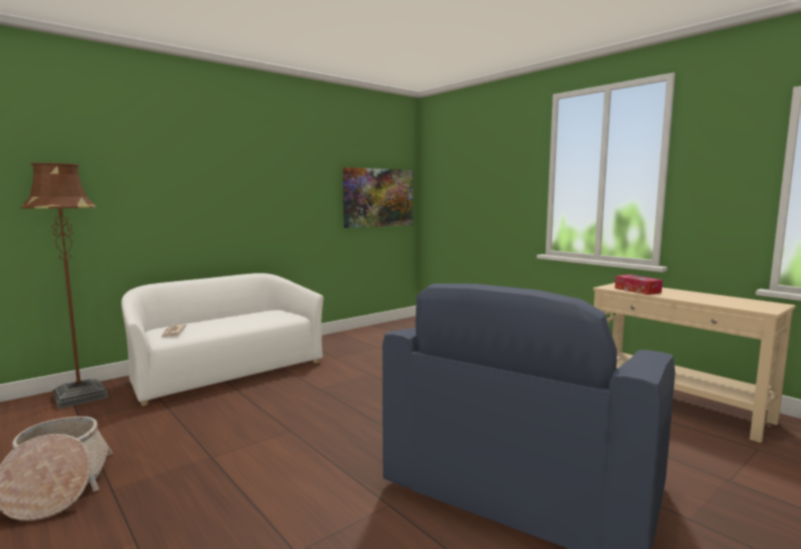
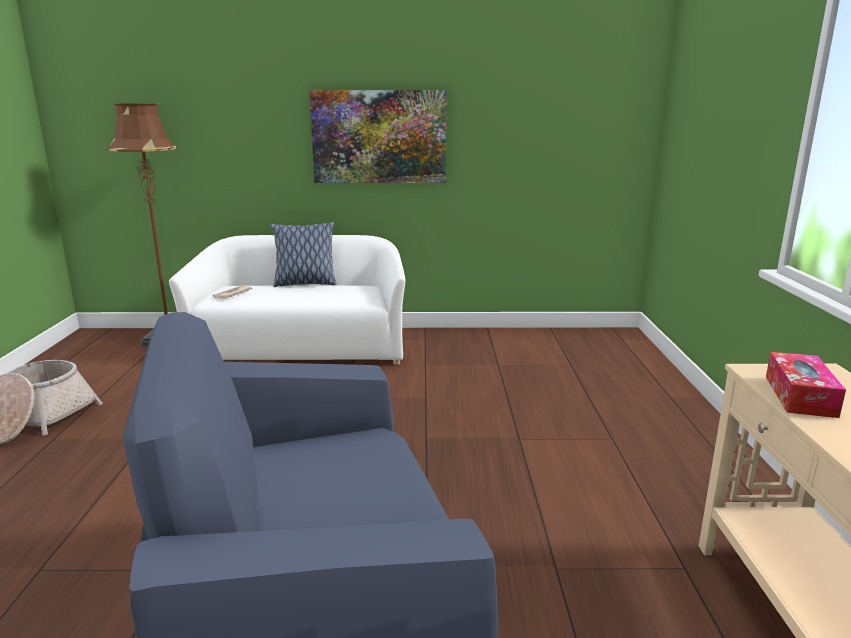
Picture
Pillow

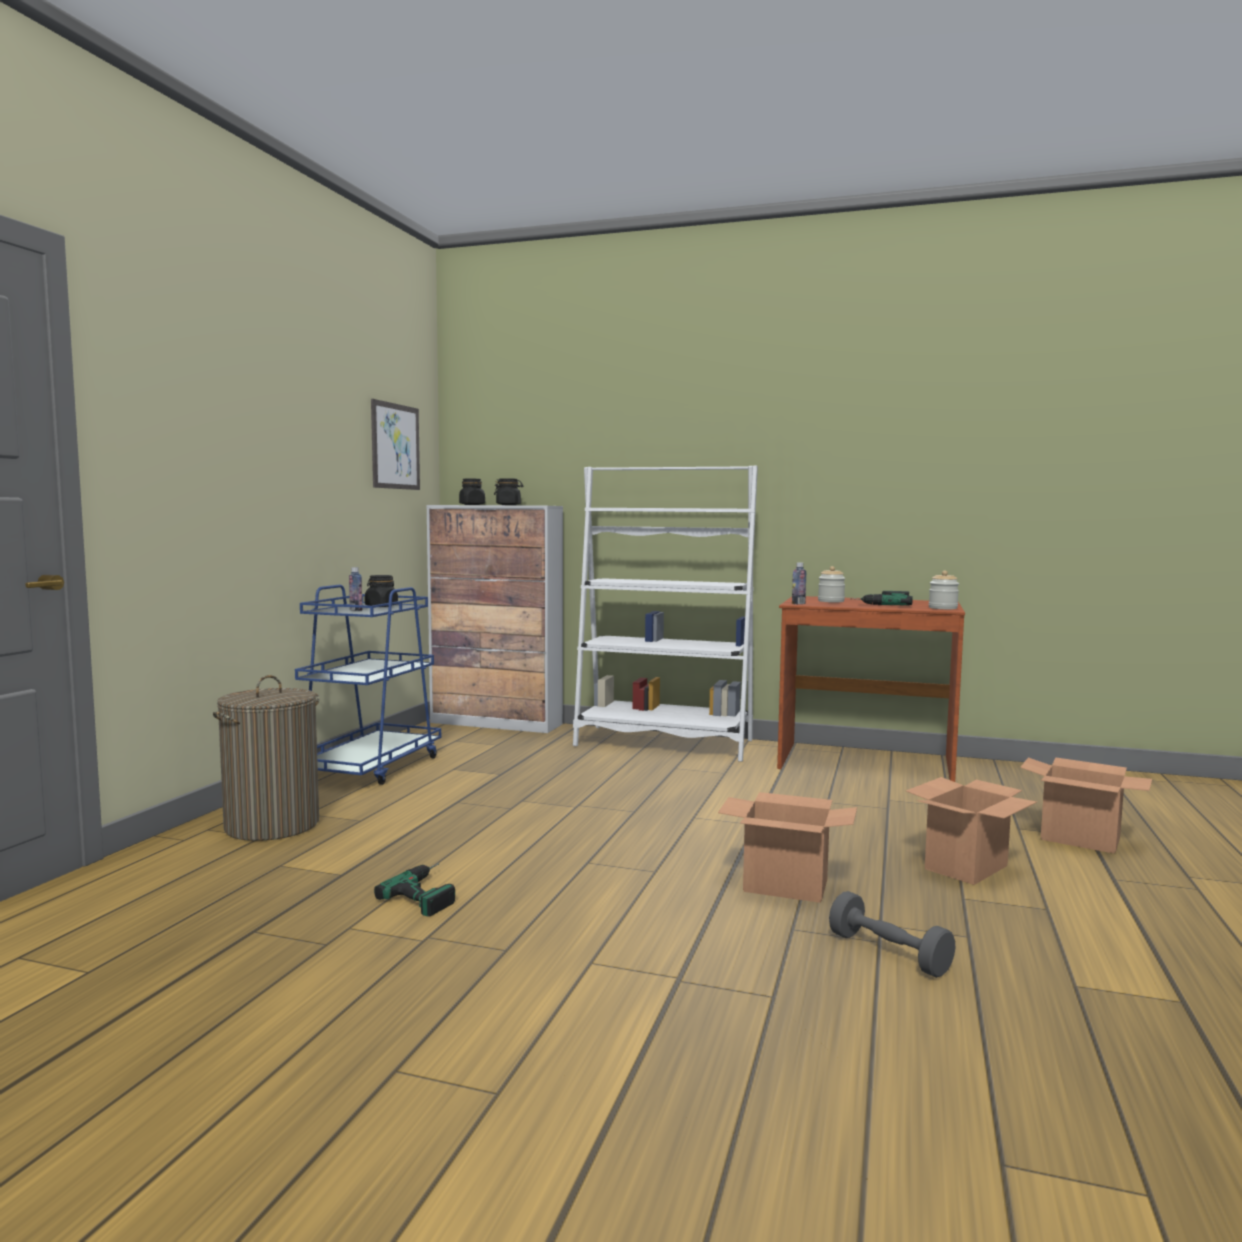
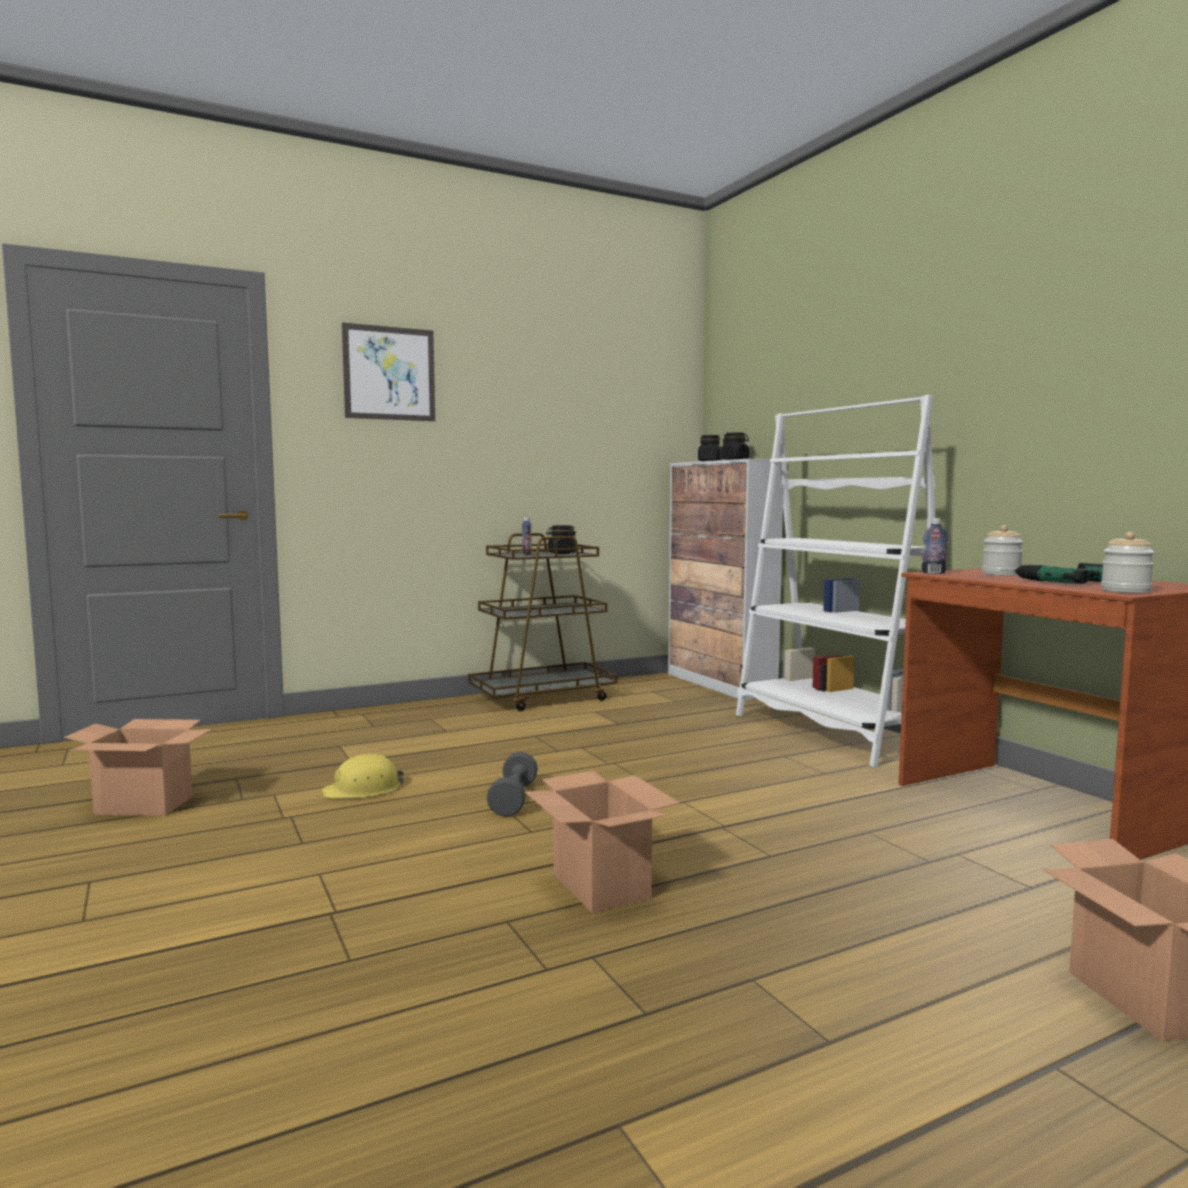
Picture
BrownCart
LaundryBasket
CardboardBox (no. 1 from left)
YellowHardHat
GreyDumbbell

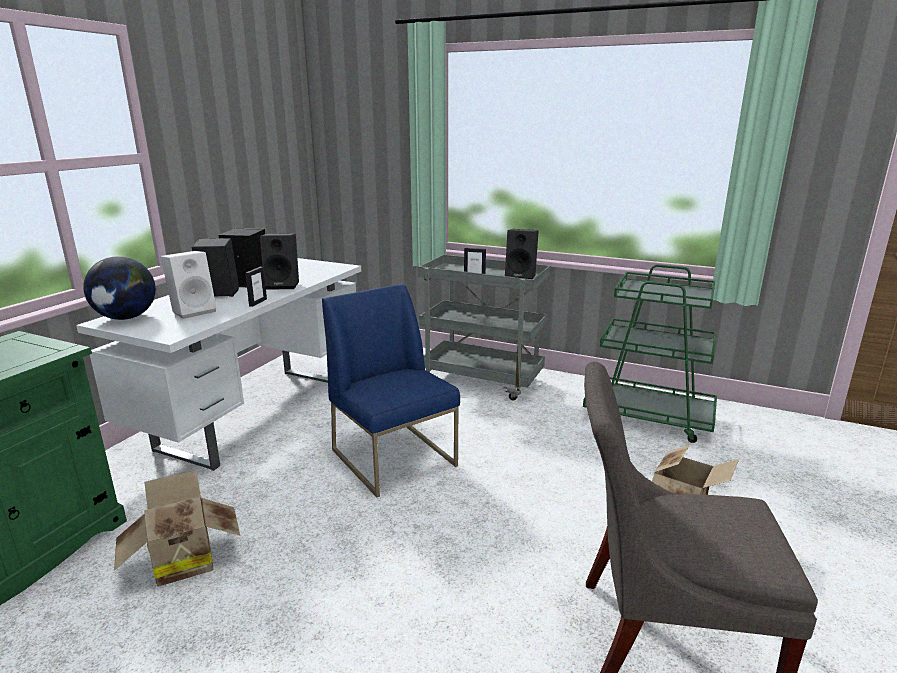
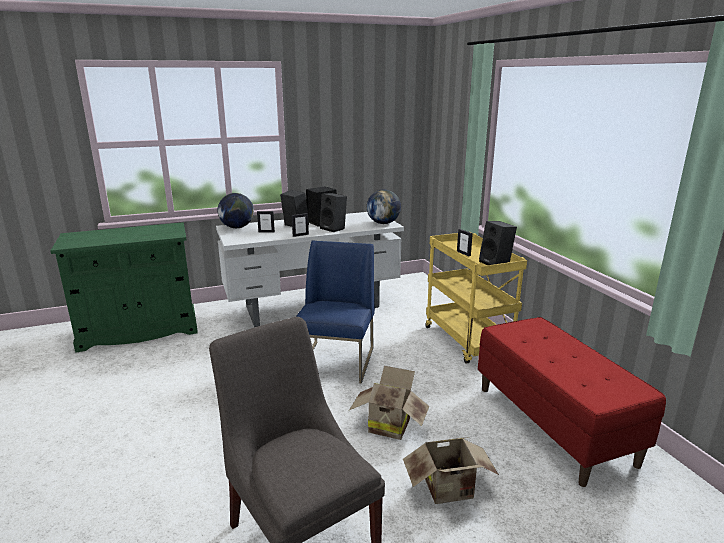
PictureFrame (no. 1 from left)
YellowCart
RedBench
CardboardBox (no. 1 from left)
Globe (no. 2 from left)

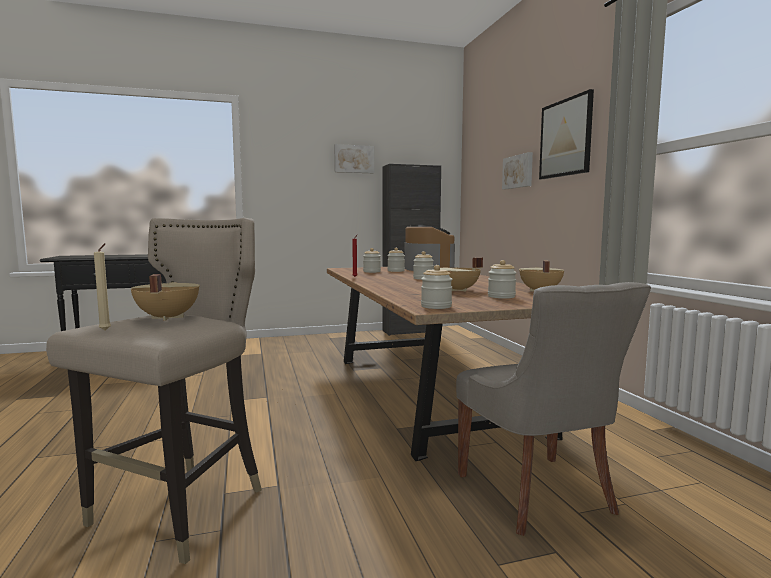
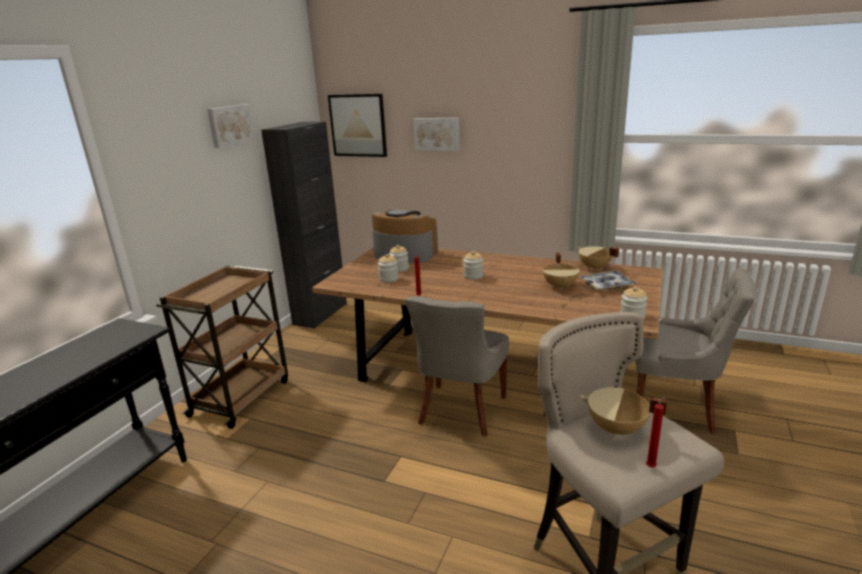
Picture (no. 2 from left)
RedCandle (no. 2 from left)
Tray
BrownCart
GreyChair (no. 1 from left)

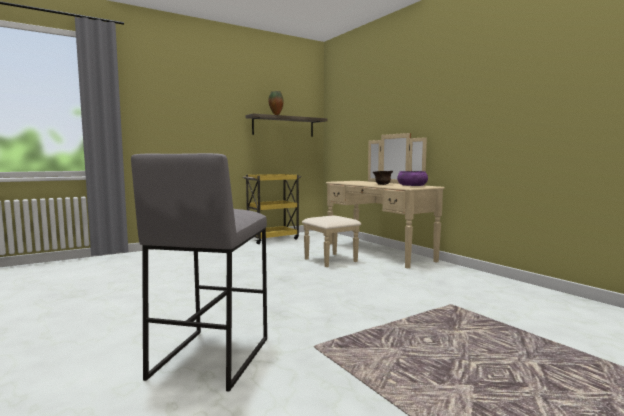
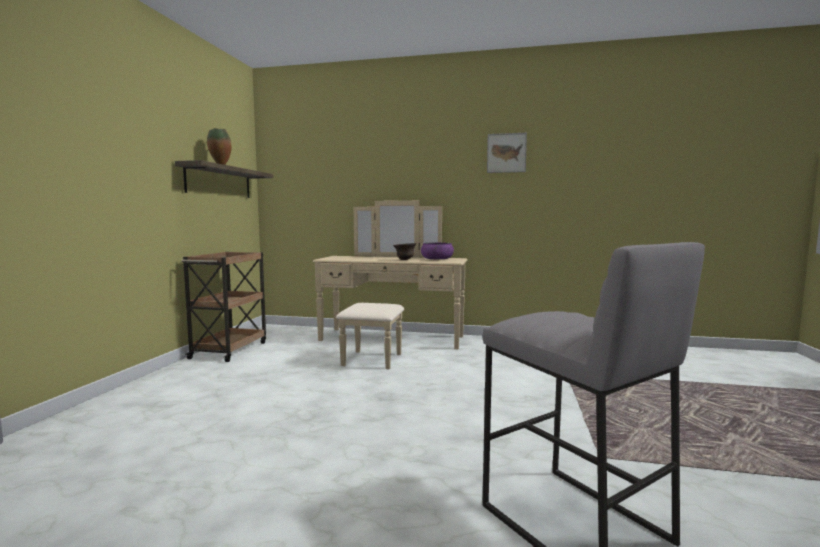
BrownCart
Picture

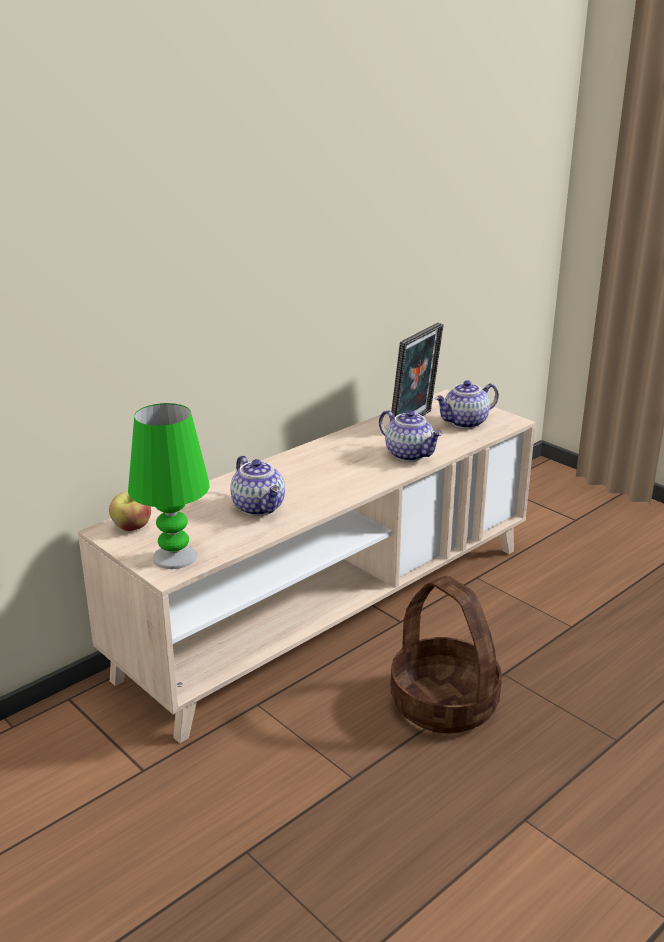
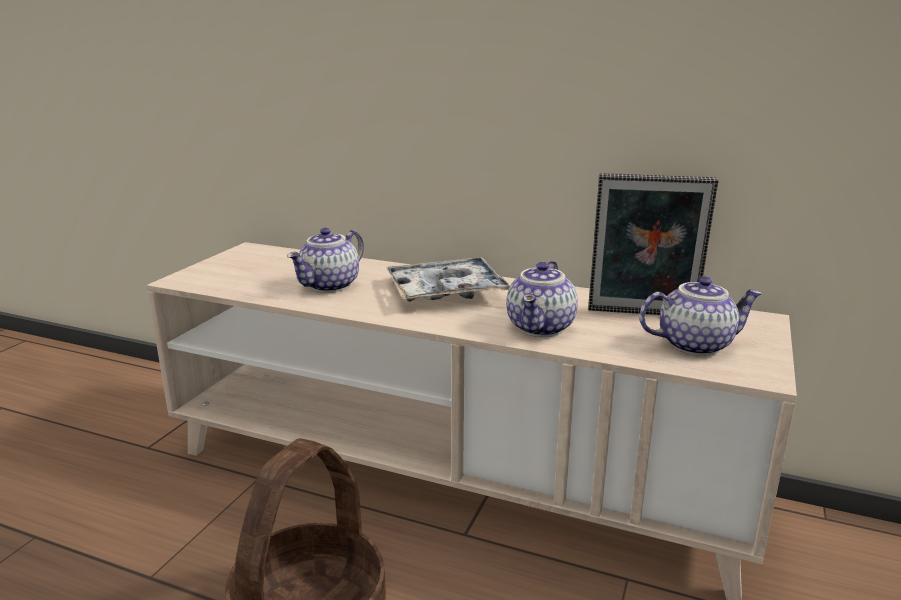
Teapot (no. 3 from left)
GreenTableLamp
Apple
Tray

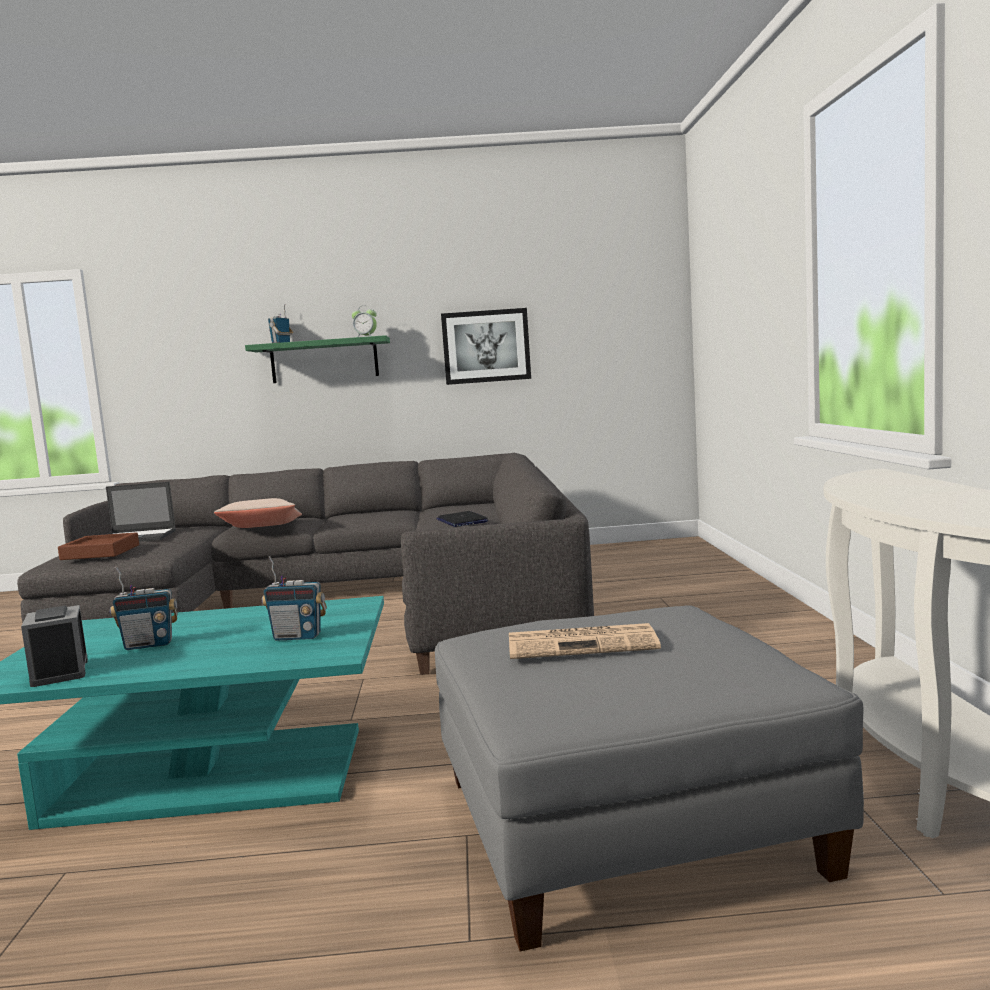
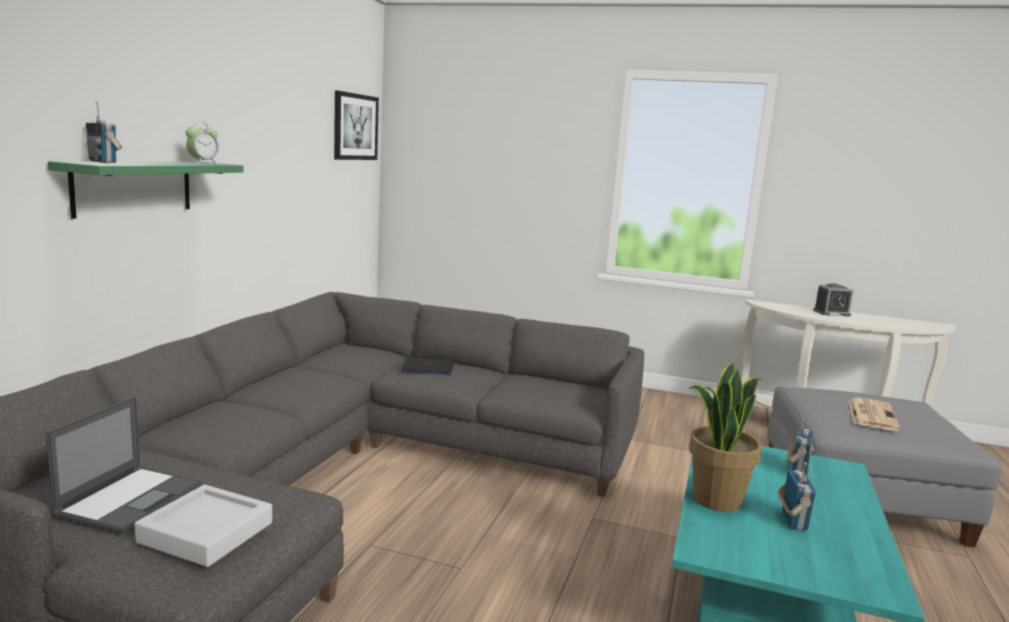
Picture
BeigePillow
GreyTray
AlarmClock (no. 2 from left)
PottedPlant

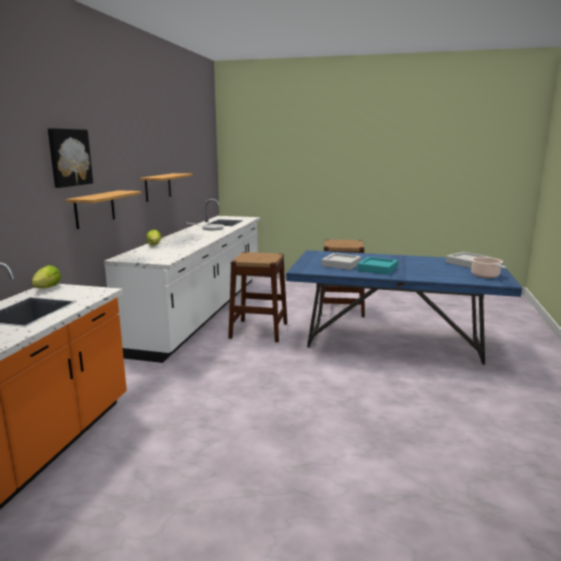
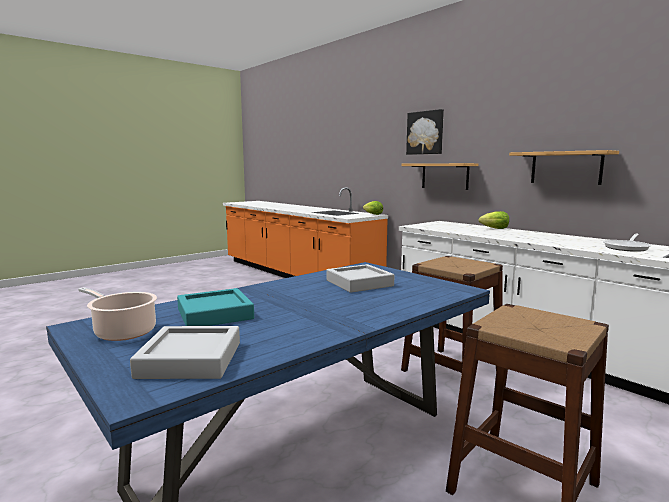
TurquoiseTray

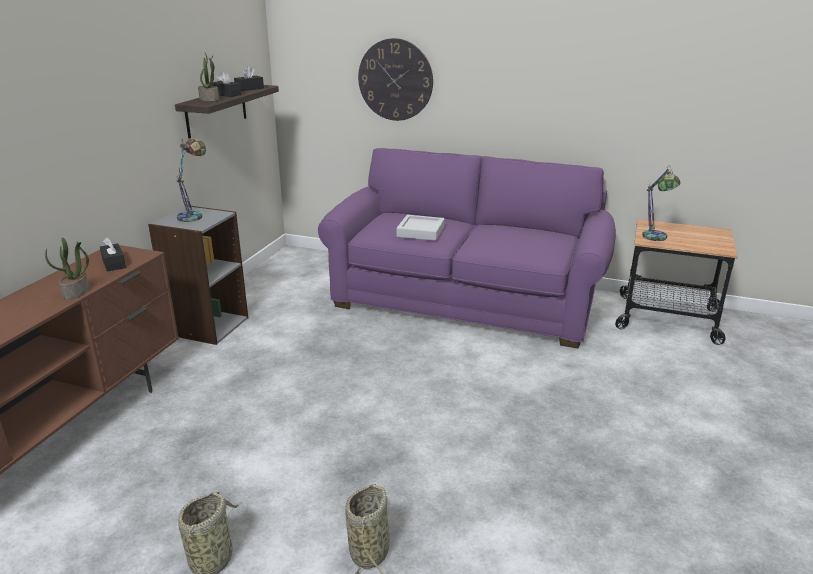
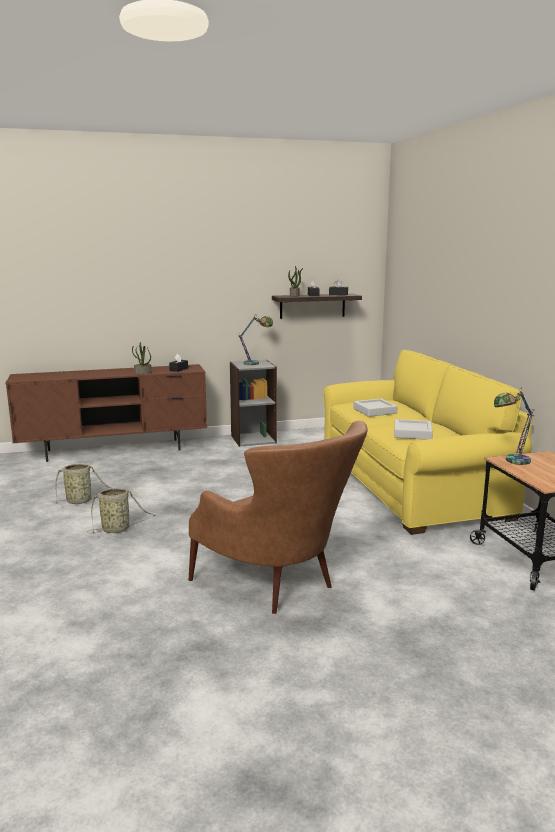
WallClock
YellowSofa
GreyTray (no. 2 from left)
BrownArmchair

